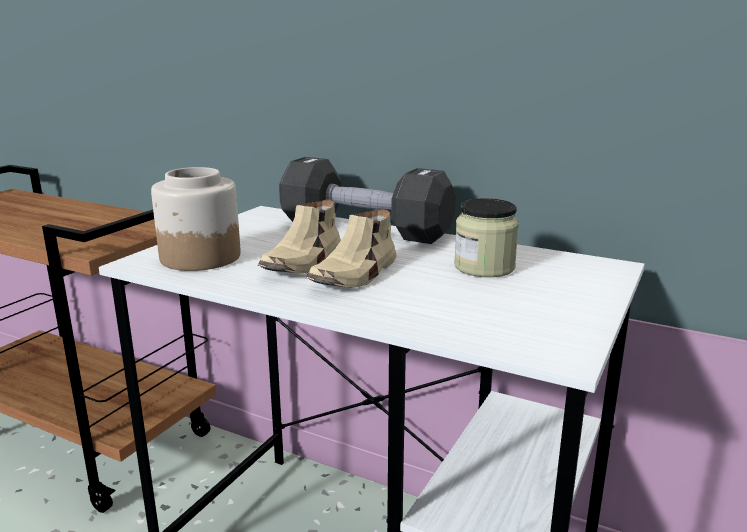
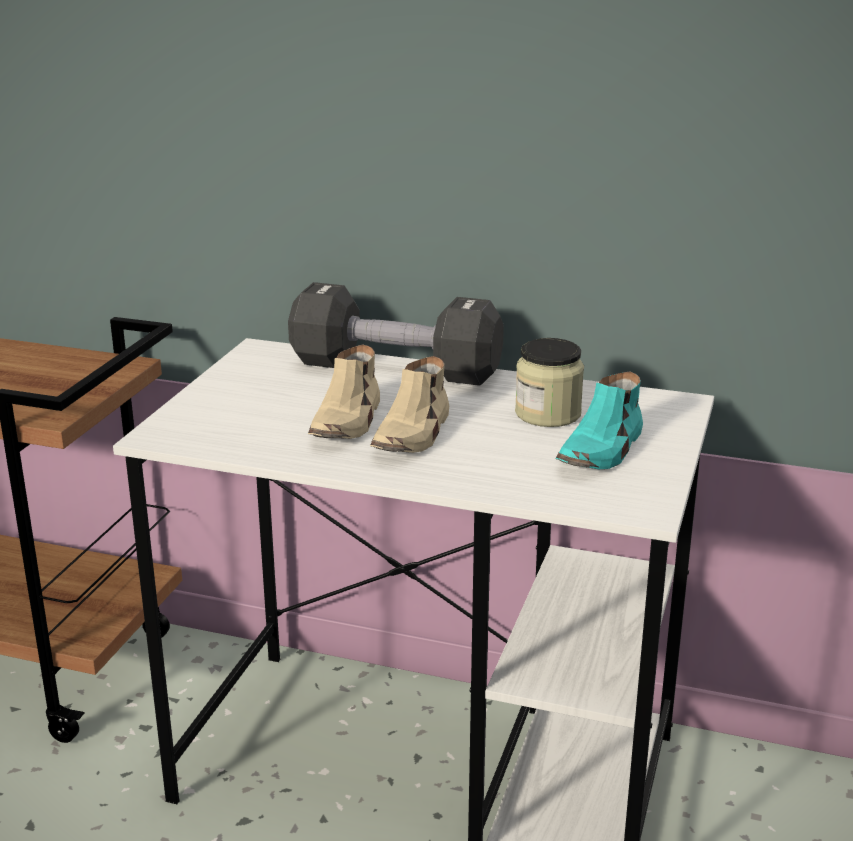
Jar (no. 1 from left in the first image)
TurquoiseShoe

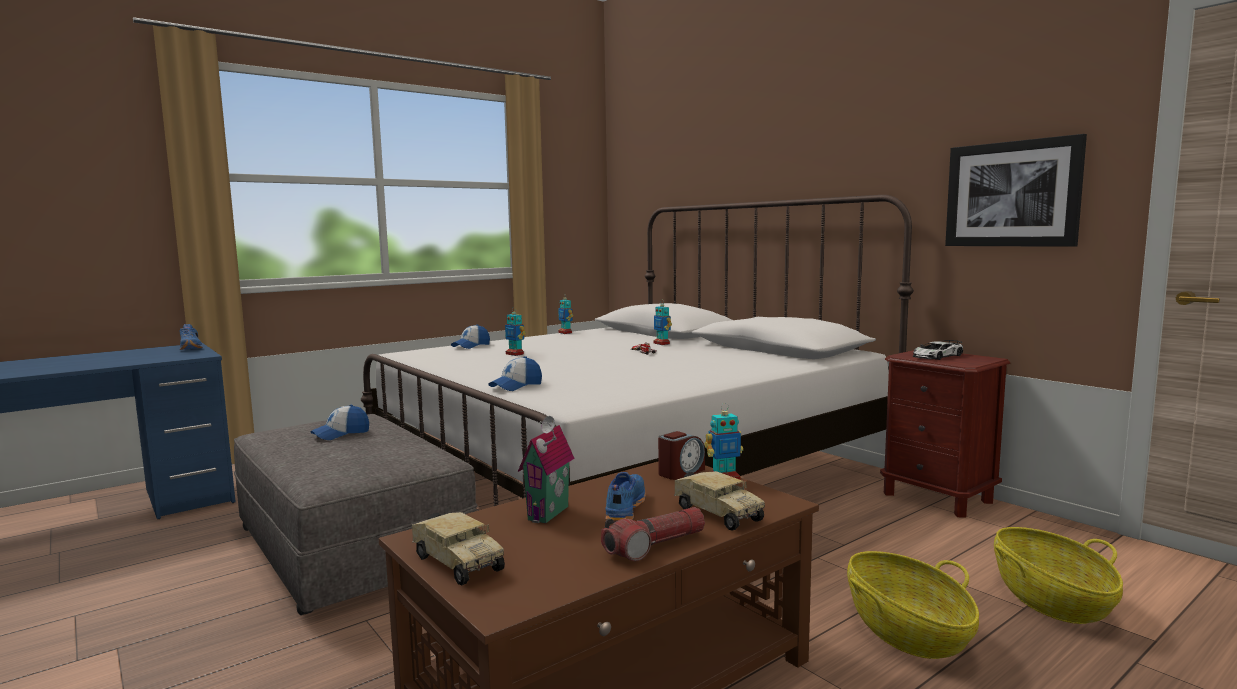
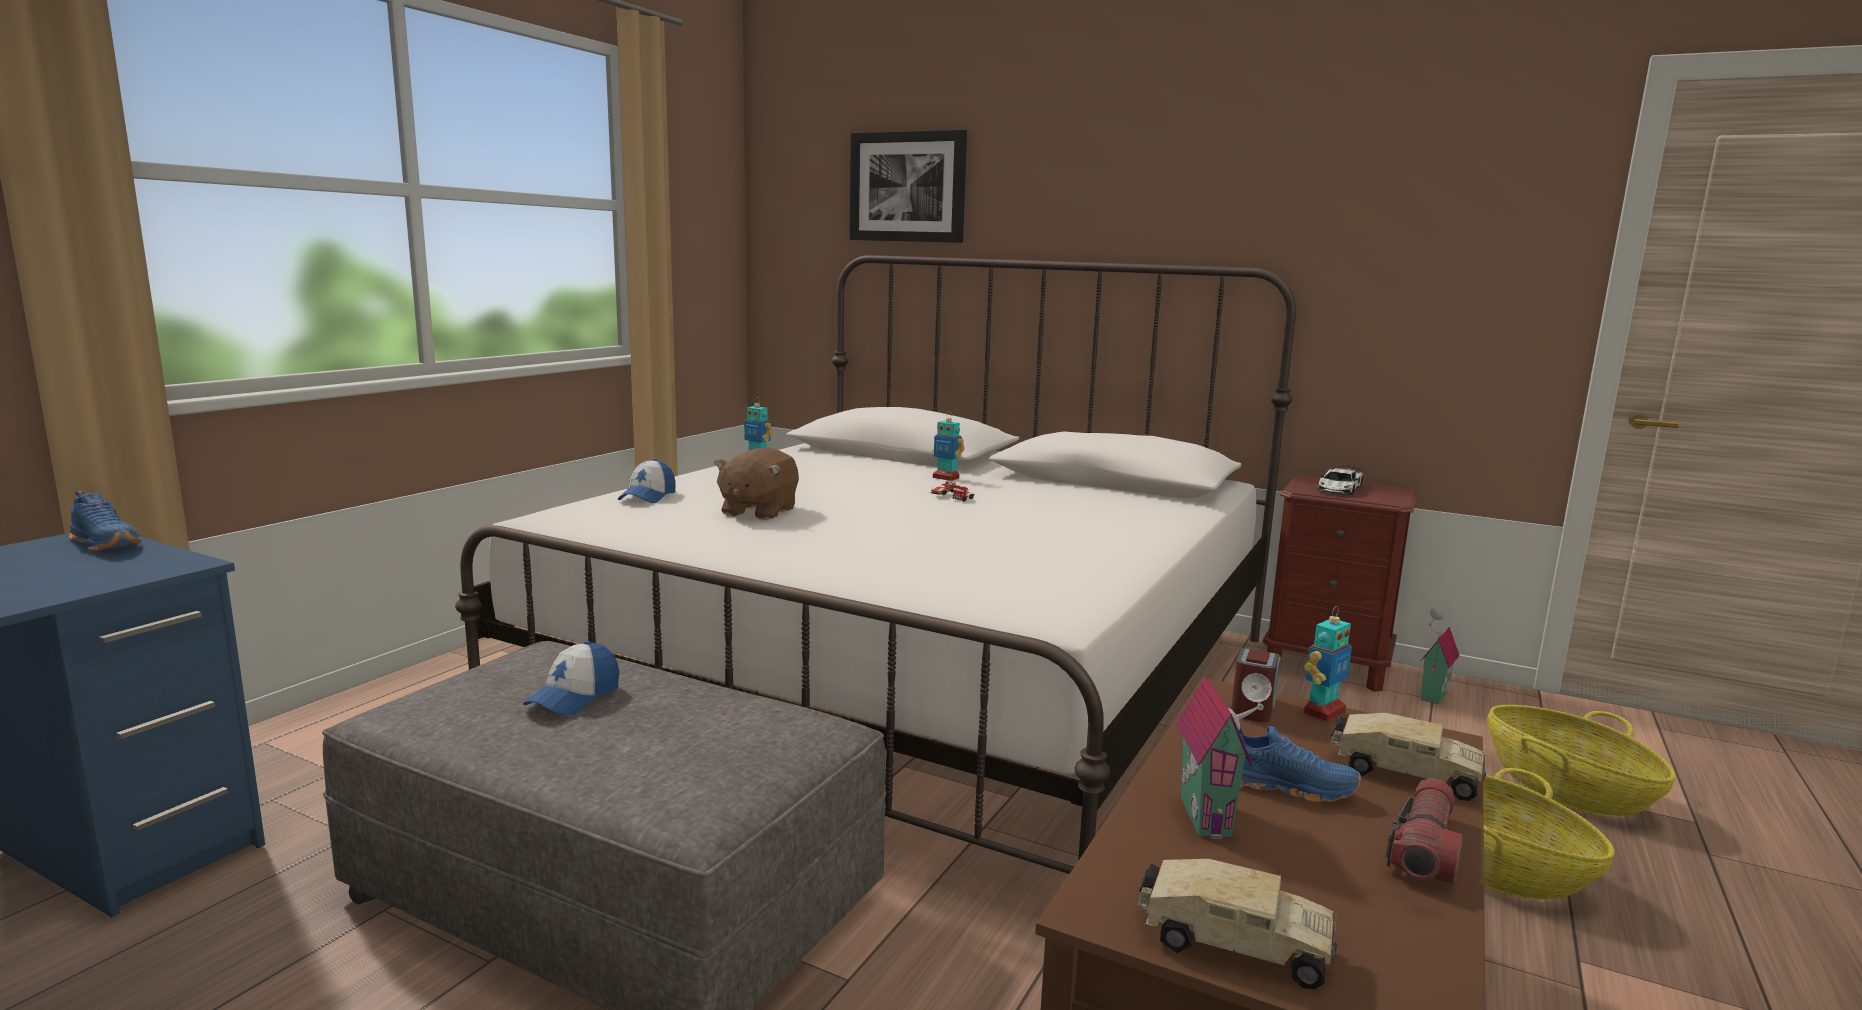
Picture
BrownPlushToy
Cap (no. 3 from left in the first image)
BlueShoe (no. 2 from left)
ToyHouse (no. 2 from left)

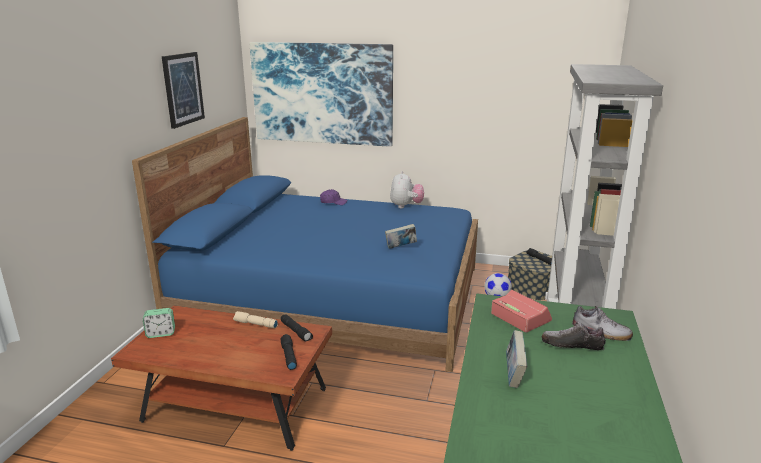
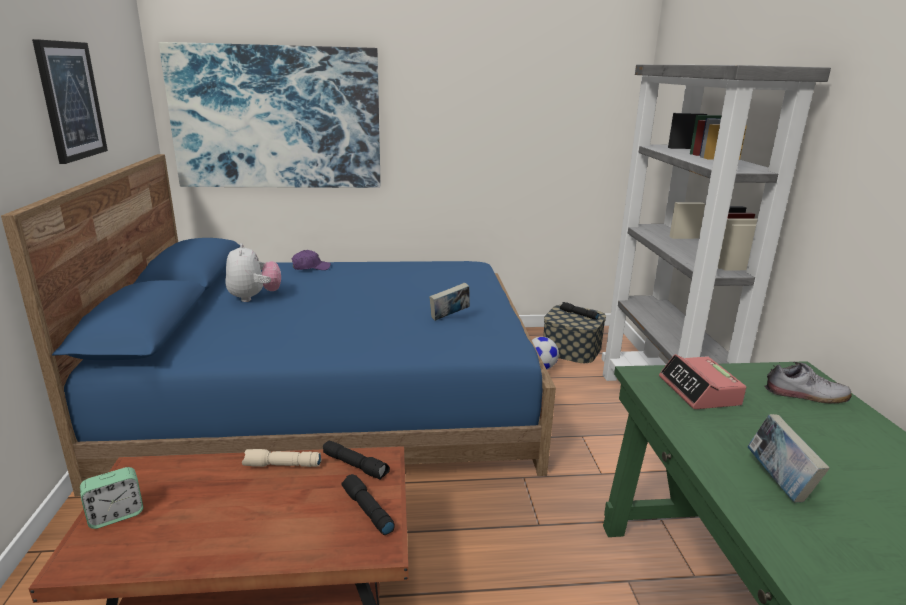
PlushToy
AlarmClock (no. 2 from left)
Shoe (no. 1 from left in the first image)

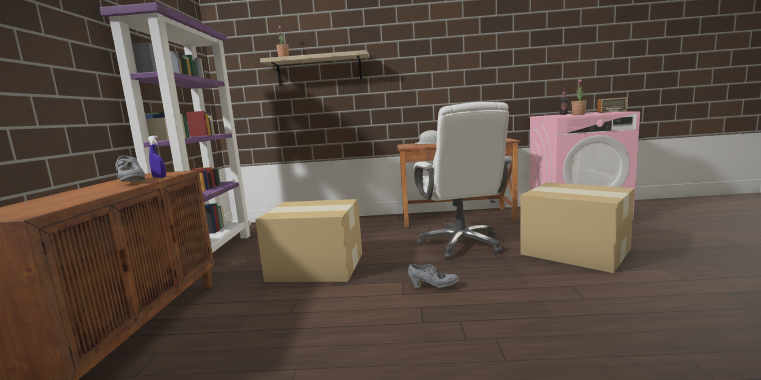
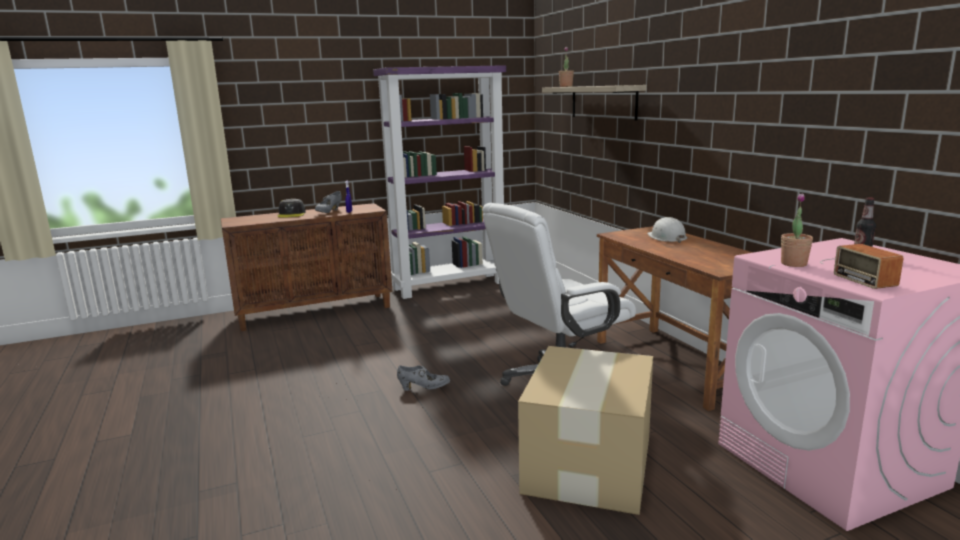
CardboardBox (no. 1 from left in the first image)
GreyShoe (no. 2 from left)
GreyCap

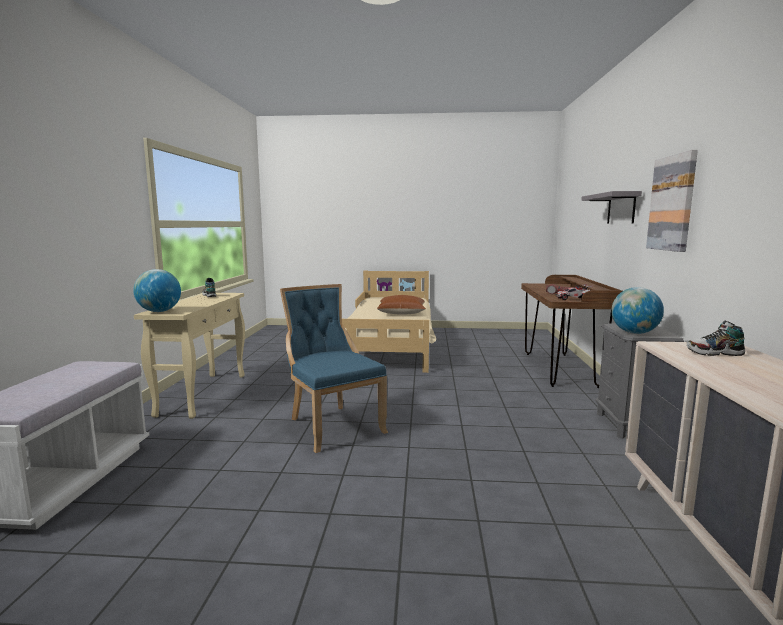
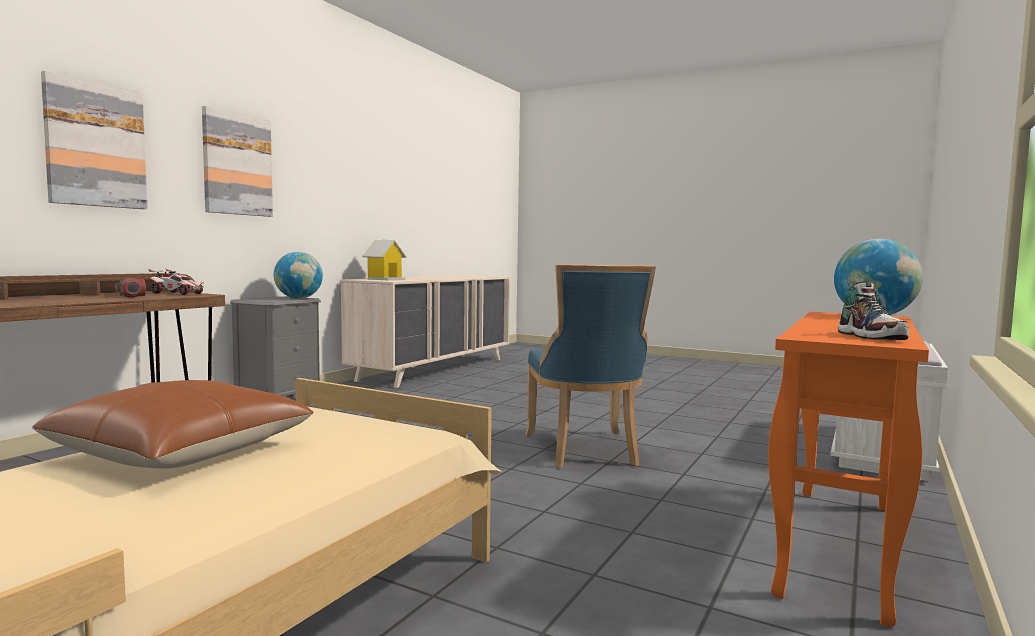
Picture (no. 1 from left)
OrangeConsoleTable
ToyHouse

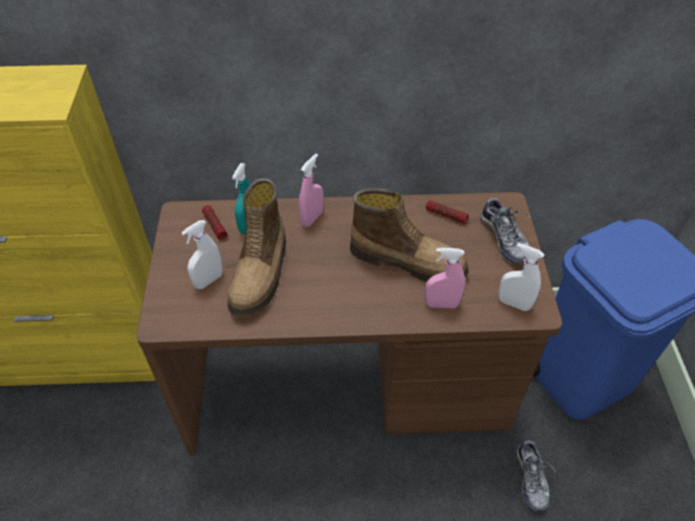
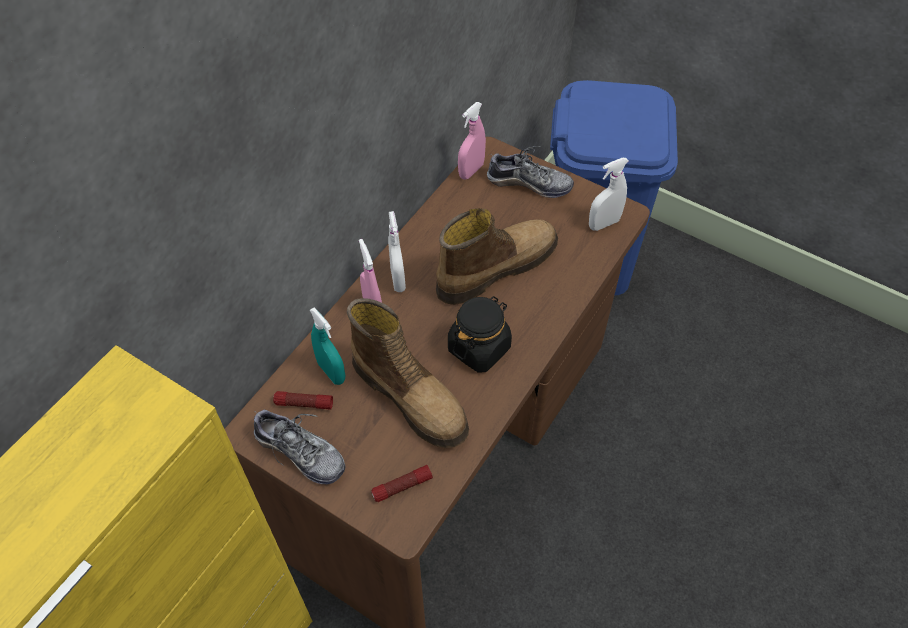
Flashlight (no. 2 from left)
WhiteSprayBottle (no. 1 from left)
PinkSprayBottle (no. 2 from left)
Shoe (no. 1 from left)
BlackJar

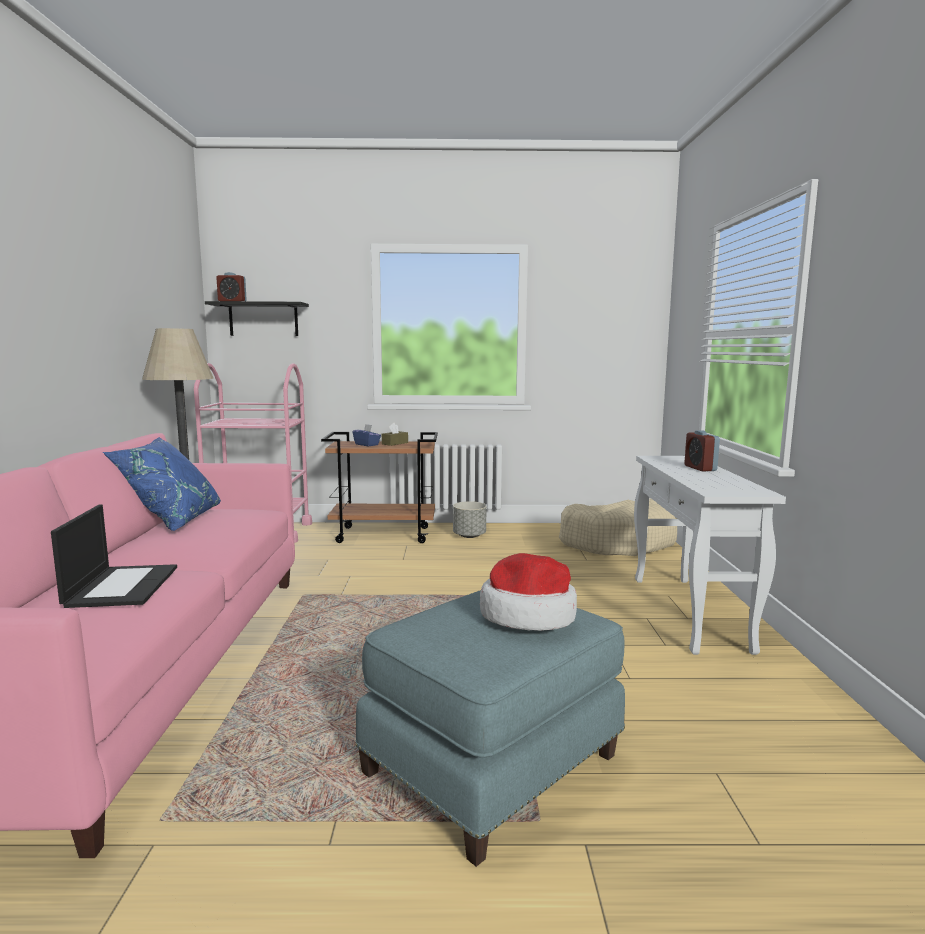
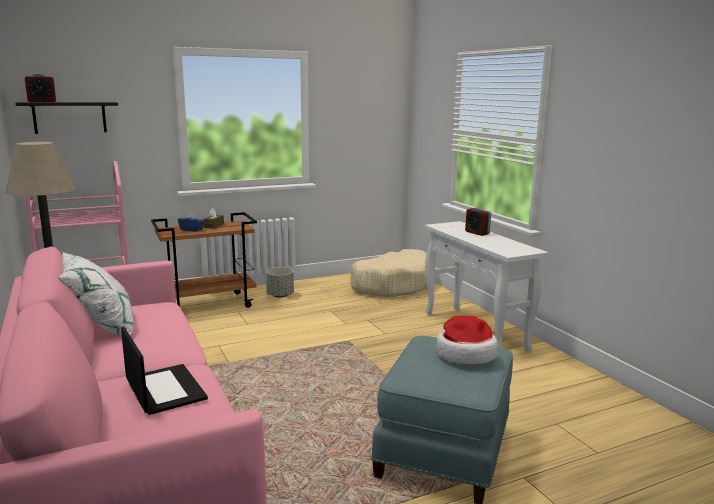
WhitePillow

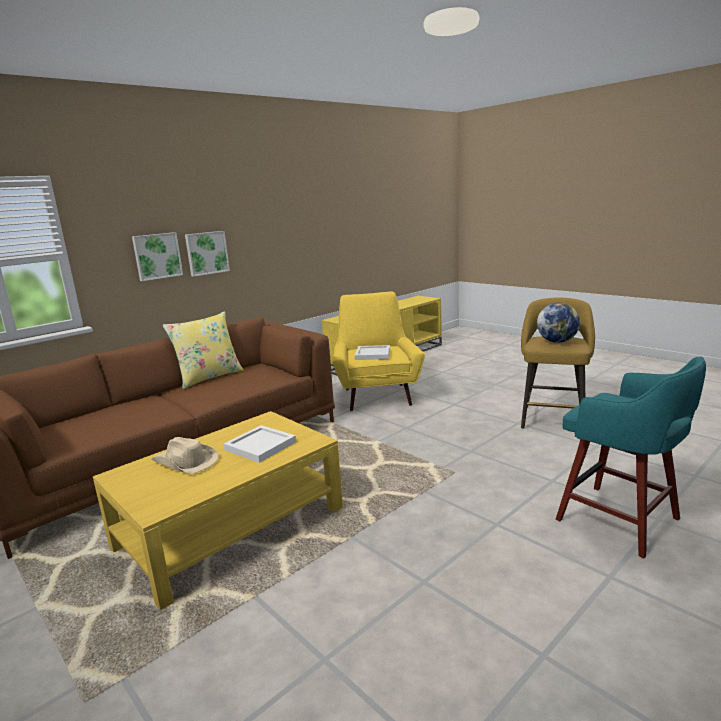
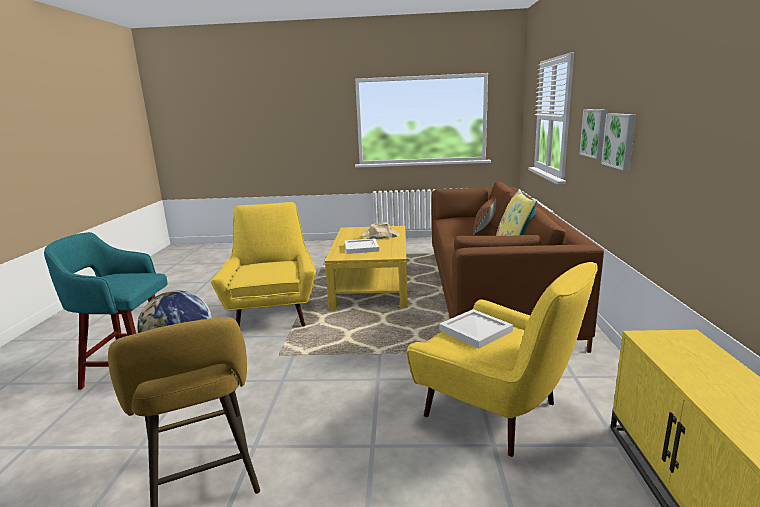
BrownPillow
YellowArmchair (no. 1 from left)

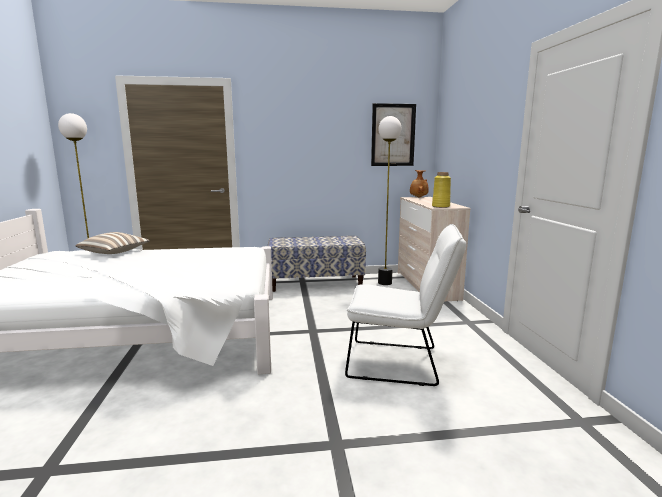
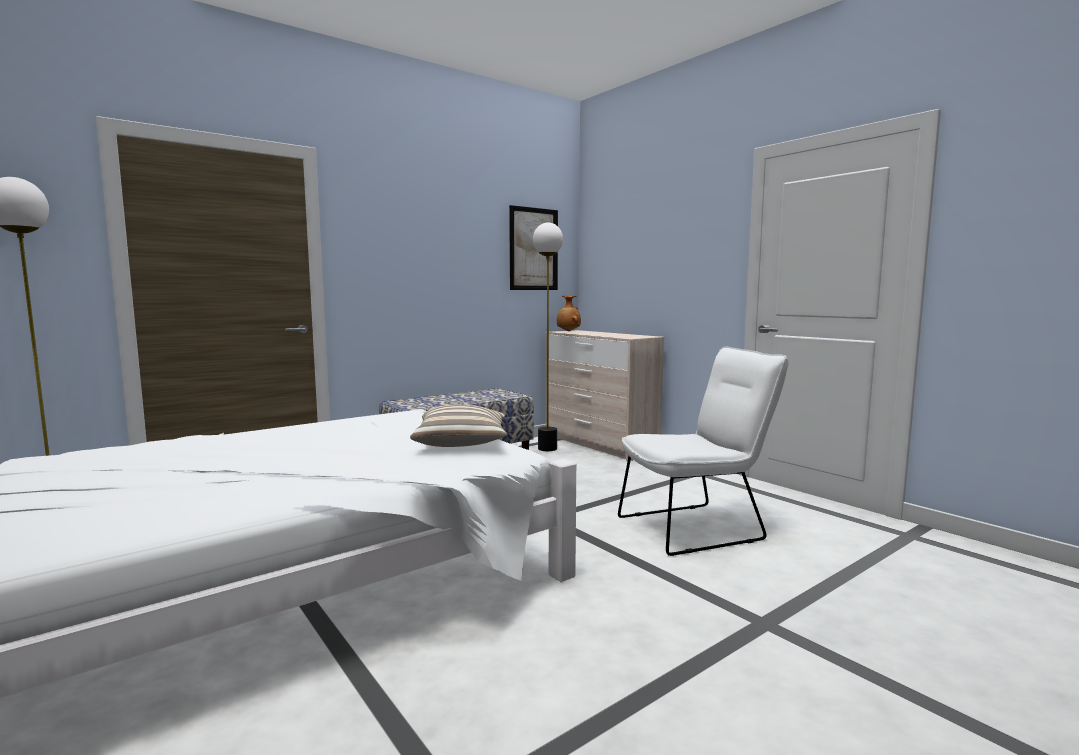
YellowVase
Pillow

